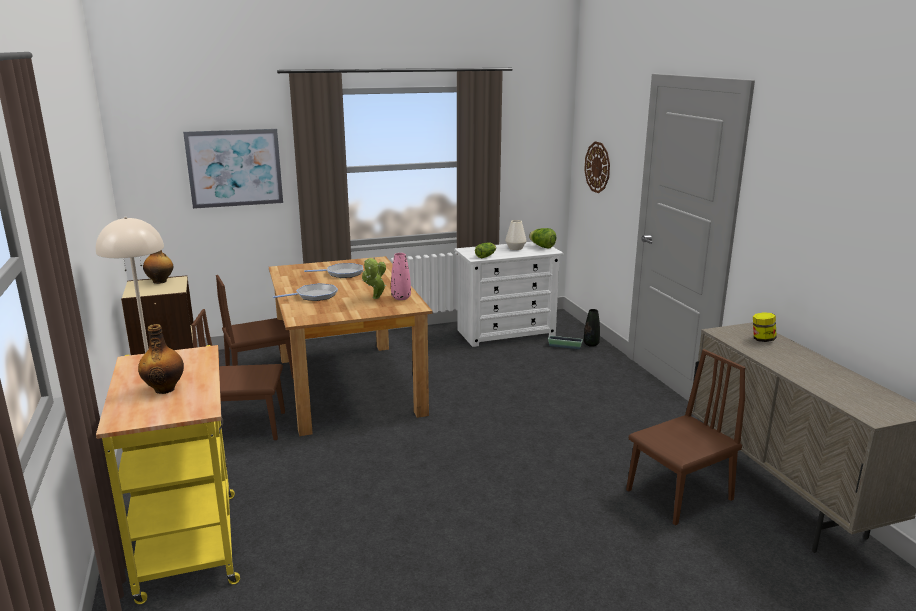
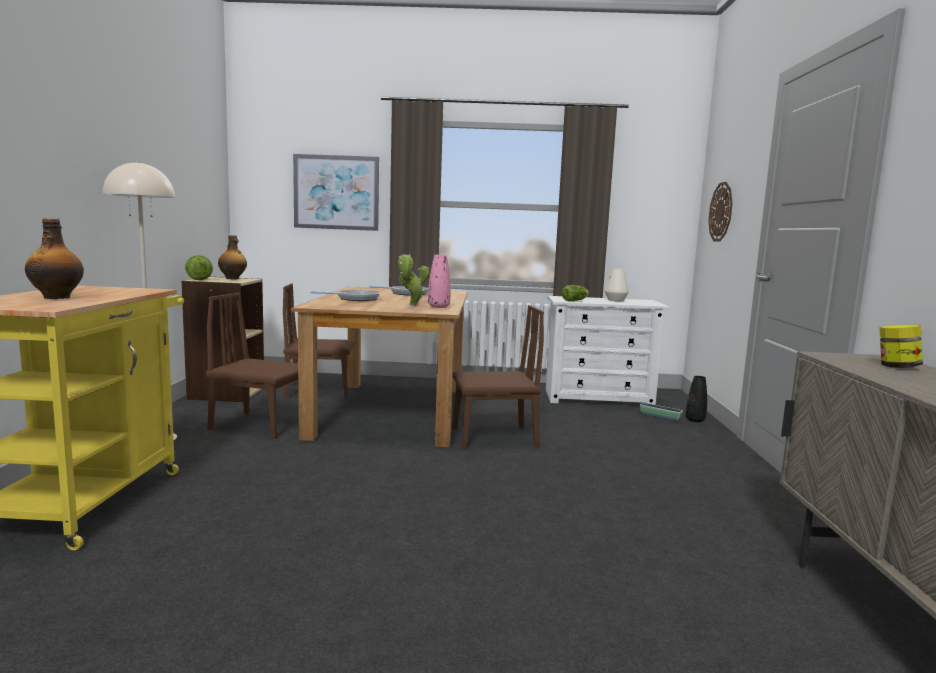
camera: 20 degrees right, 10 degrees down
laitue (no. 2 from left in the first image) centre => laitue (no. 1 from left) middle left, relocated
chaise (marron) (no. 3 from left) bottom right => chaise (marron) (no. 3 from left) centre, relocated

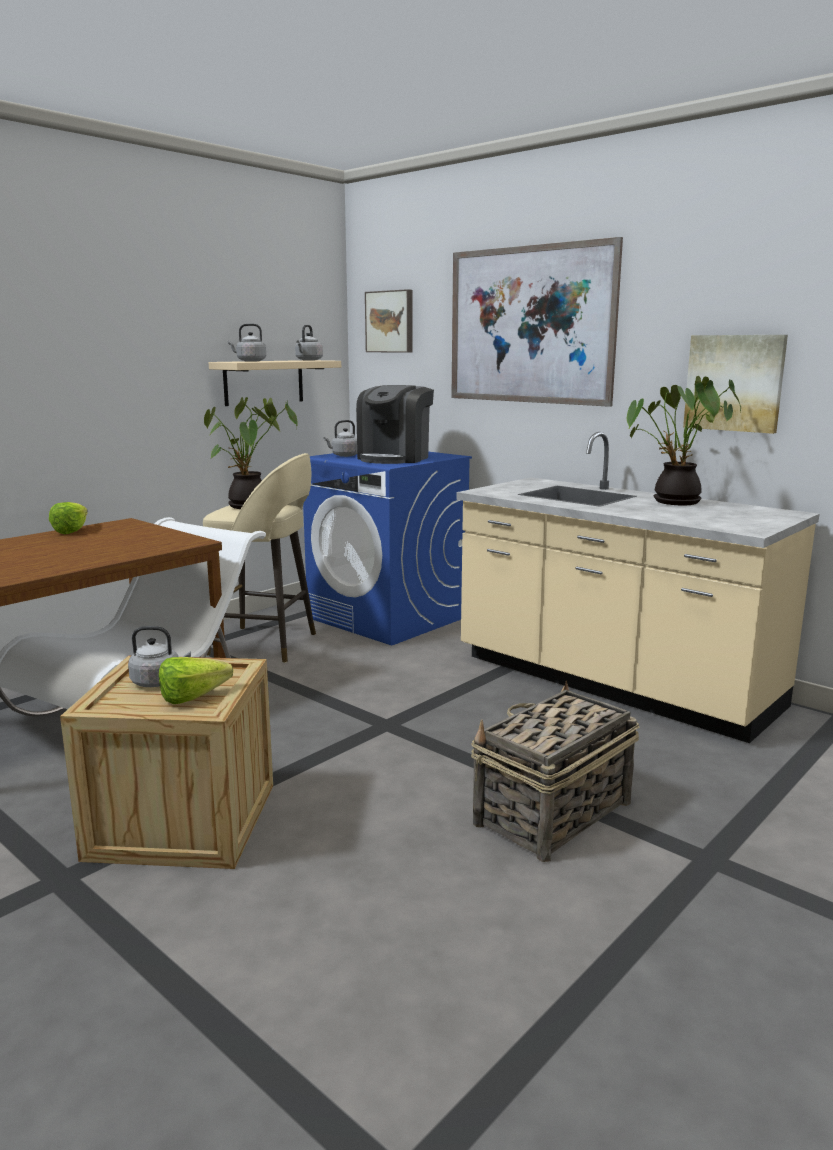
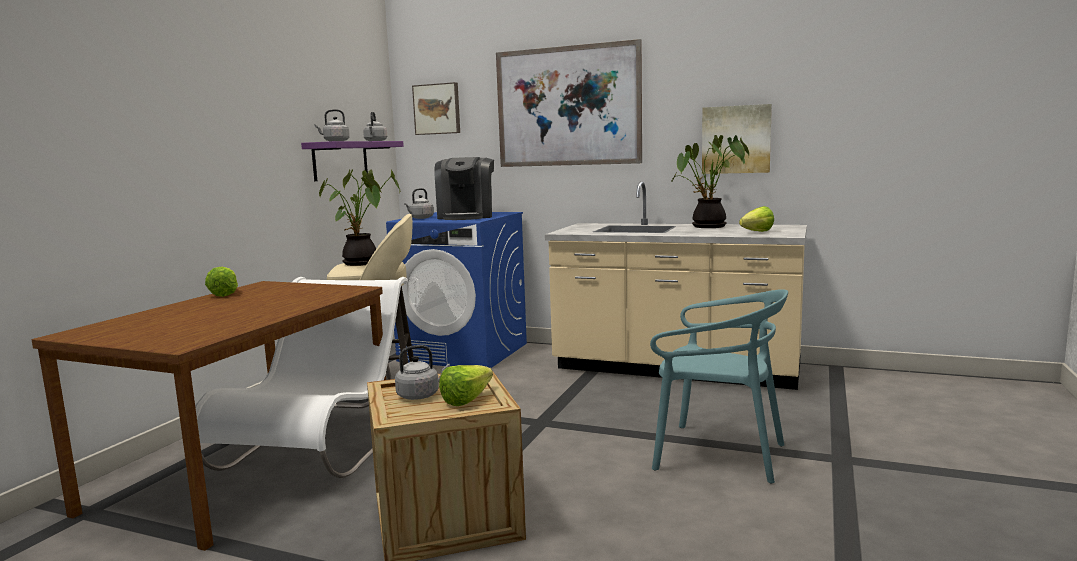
camera: 20 degrees left, 5 degrees down
étagère (beige) top left => étagère (violet) top left
panier bottom centre => chaise (turquoise) bottom right
nothing => laitue (no. 3 from left) middle right

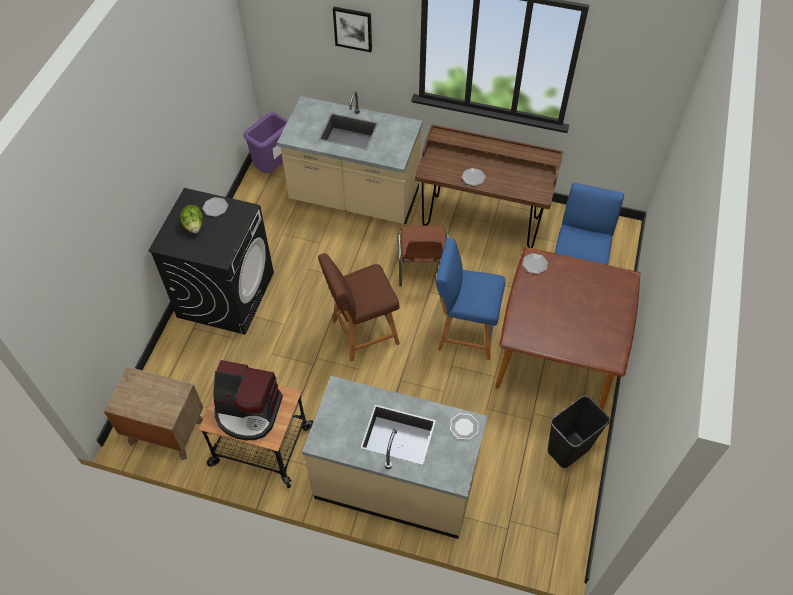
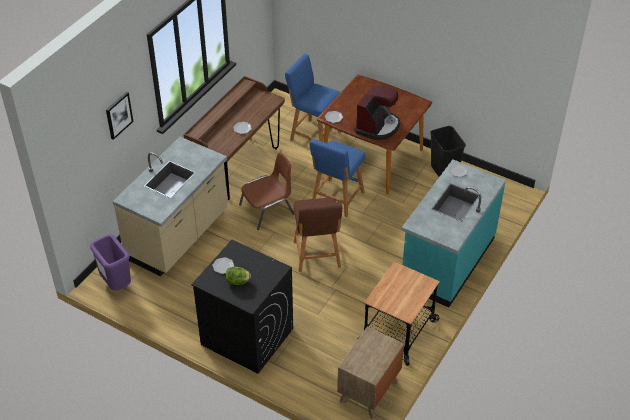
camera: 75 degrees left, 10 degrees down
machine à café bottom left => machine à café top centre, relocated
comptoir de cuisine (beige) (no. 2 from left) bottom centre => comptoir de cuisine (turquoise) middle right
chaise (marron) centre, 45 degrees counterclockwise

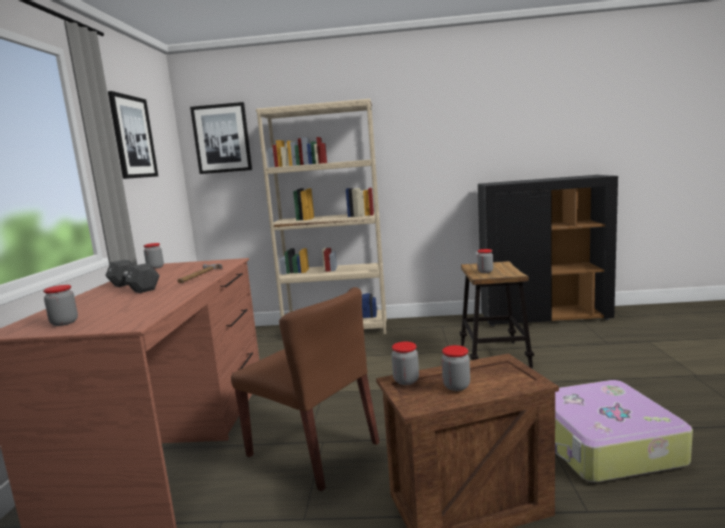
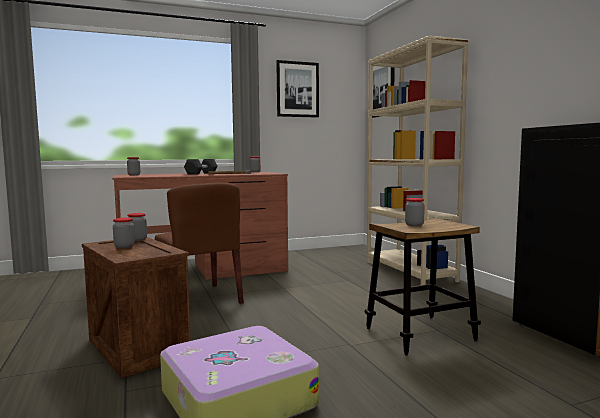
camera: 65 degrees right, 5 degrees down
chaise (marron) bottom centre => chaise (marron) middle left, 45 degrees counterclockwise

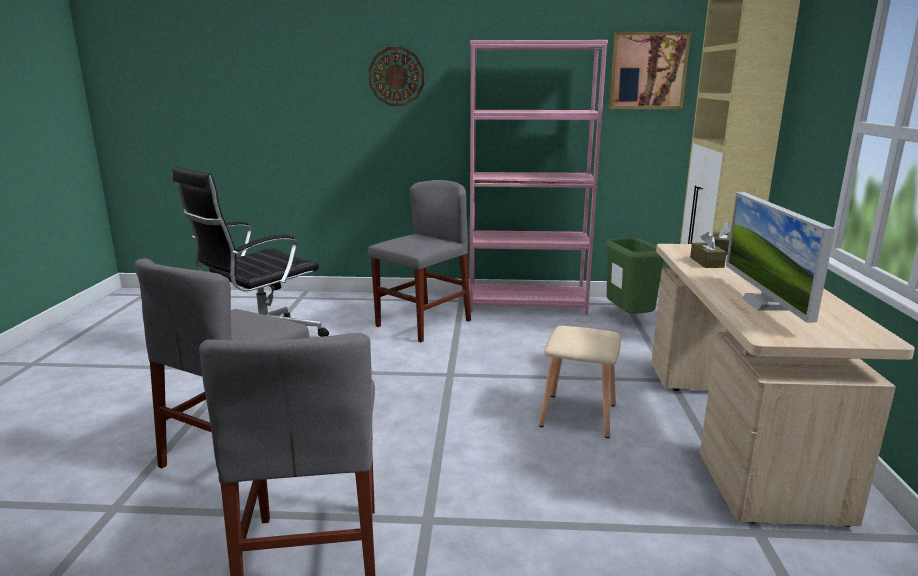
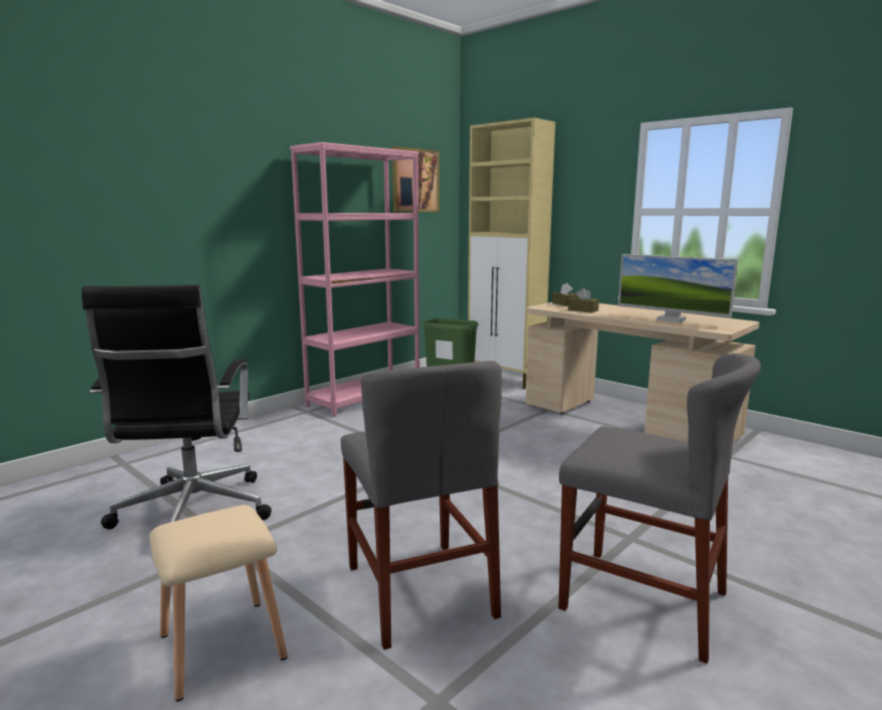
camera: 50 degrees left, 5 degrees down
horloge murale top centre => nothing
chaise (gris) (no. 3 from left) centre => nothing
tabouret (beige) centre => tabouret (beige) bottom left, relocated

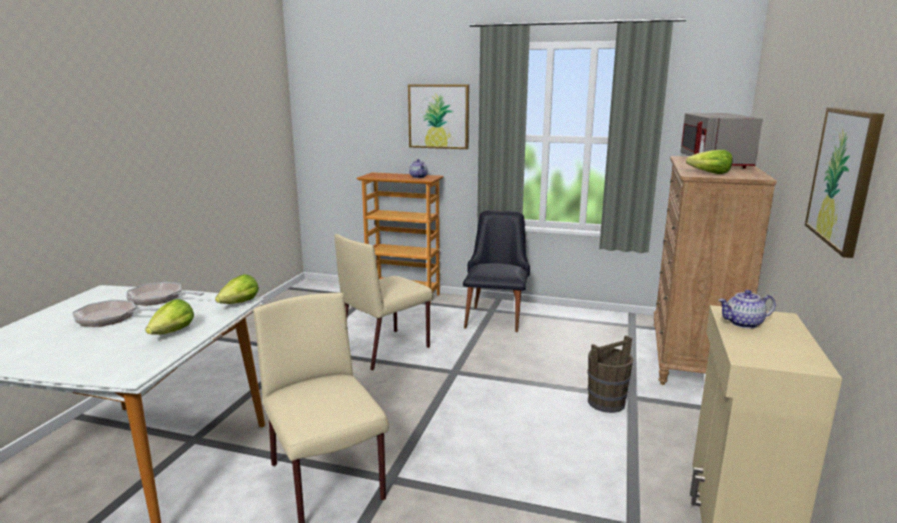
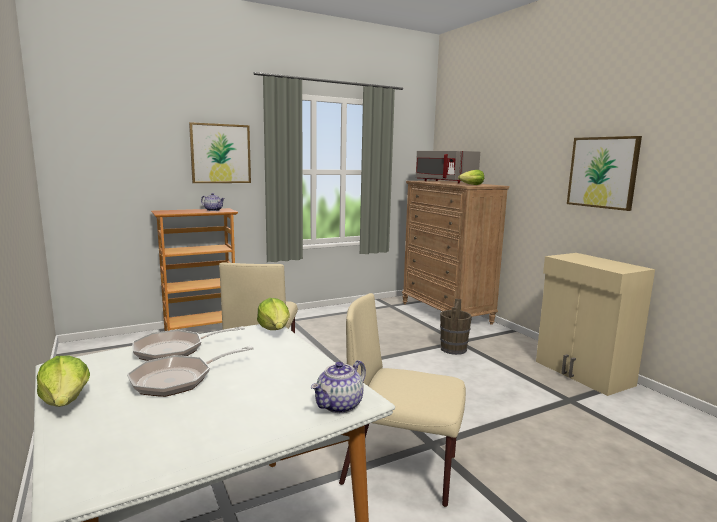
camera: 45 degrees left, 5 degrees down
laitue (no. 1 from left) middle left => laitue (no. 1 from left) bottom left, relocated
chaise (noir) centre => nothing
théière (no. 2 from left) middle right => théière (no. 2 from left) bottom centre, relocated

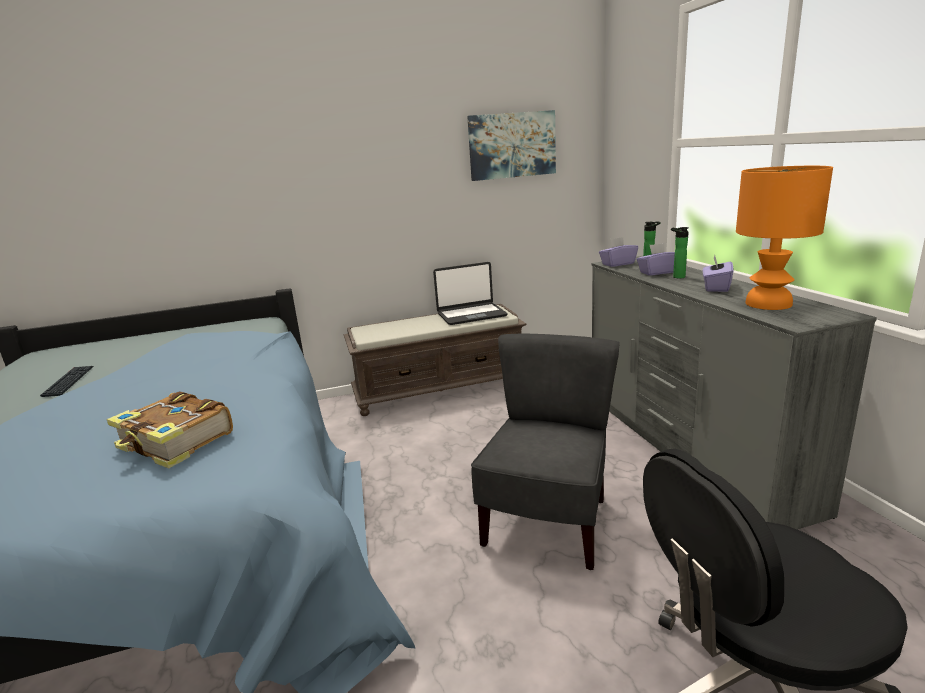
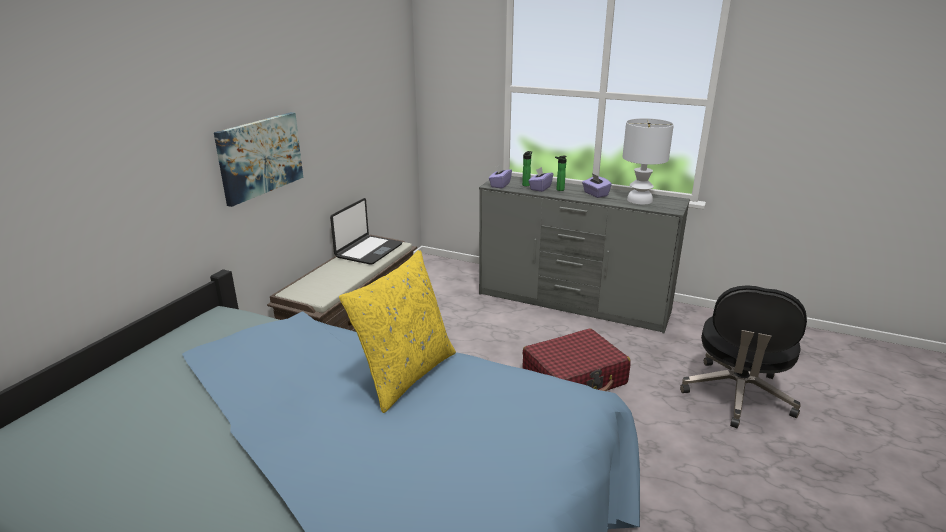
camera: 50 degrees left, 5 degrees up
clavier middle left => nothing
livre middle left => nothing
tableau top centre => tableau top left, relocated
chaise (gris) centre => valise (rouge) bottom centre
lampe de table (orange) middle right => lampe de table (blanc) top right
nothing => coussin (jaune) centre

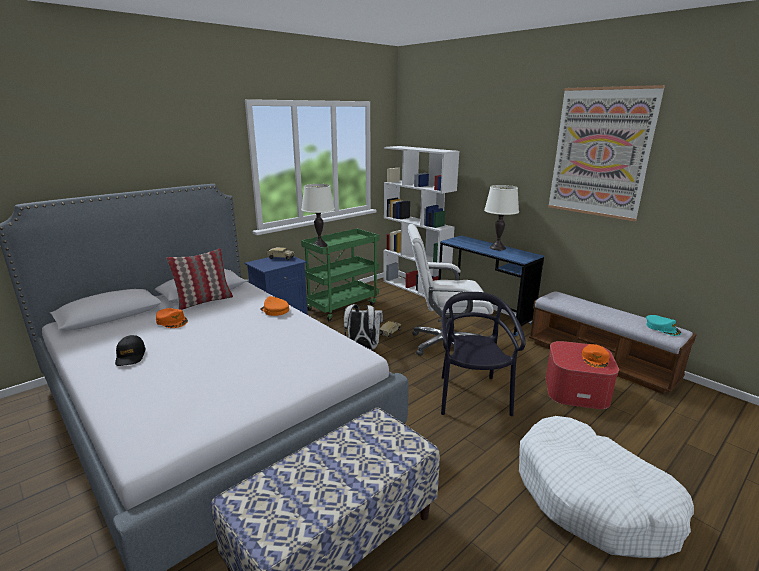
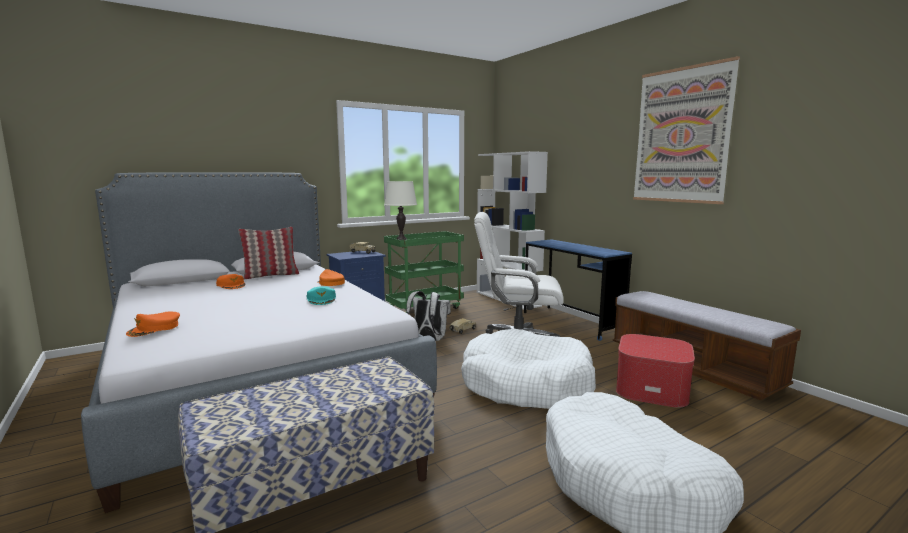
camera: 10 degrees right, 10 degrees down
casquette (noir) middle left => nothing
chaise (noir) centre => panier pour chien (blanc) (no. 1 from left) bottom centre
lampe de table (blanc) (no. 2 from left) centre => nothing
casquette (orange) (no. 3 from left in the first image) middle right => casquette (orange) (no. 1 from left) middle left, relocated
casquette (turquoise) middle right => casquette (turquoise) centre, relocated

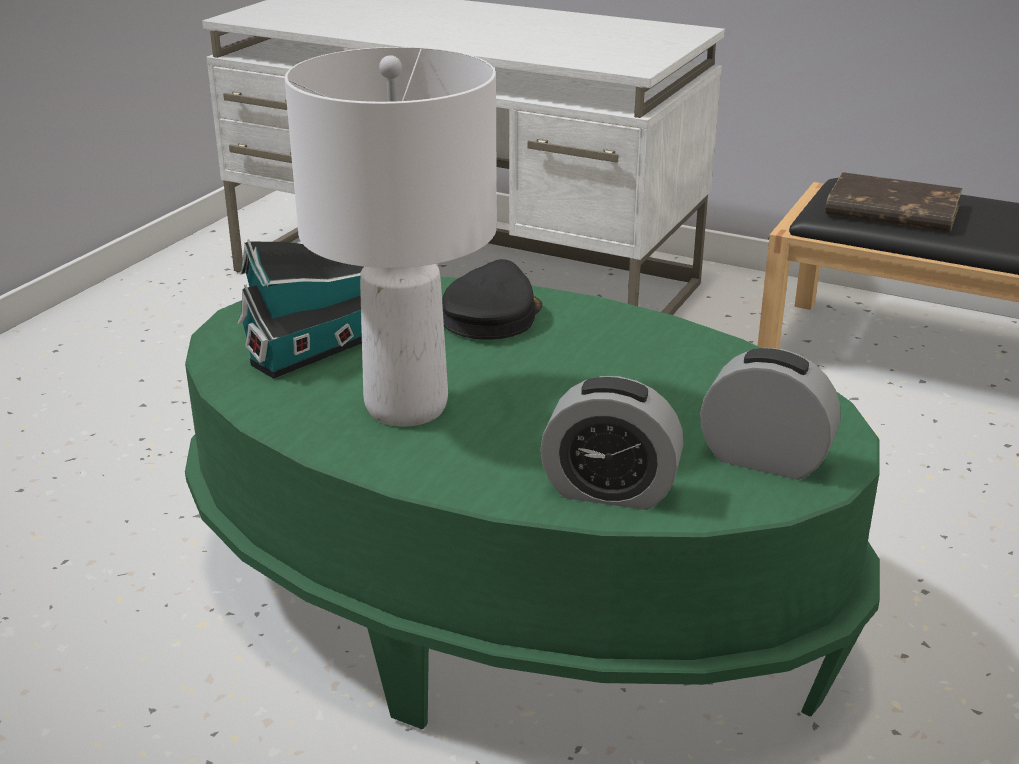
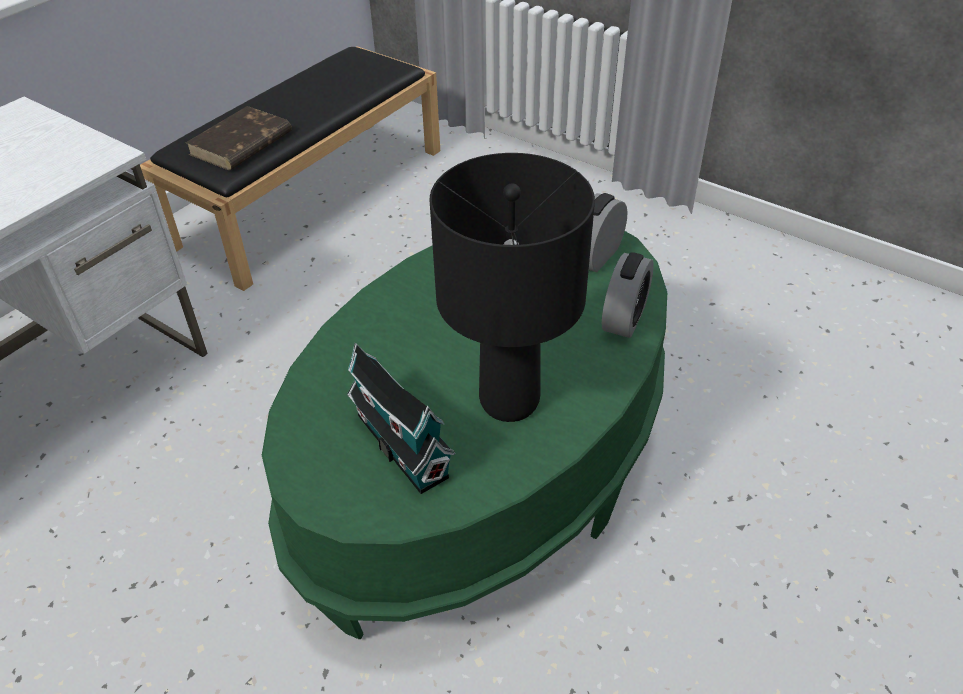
camera: 80 degrees left, 15 degrees up
lampe de table (blanc) top centre => lampe de table (noir) centre
casquette (noir) centre => nothing

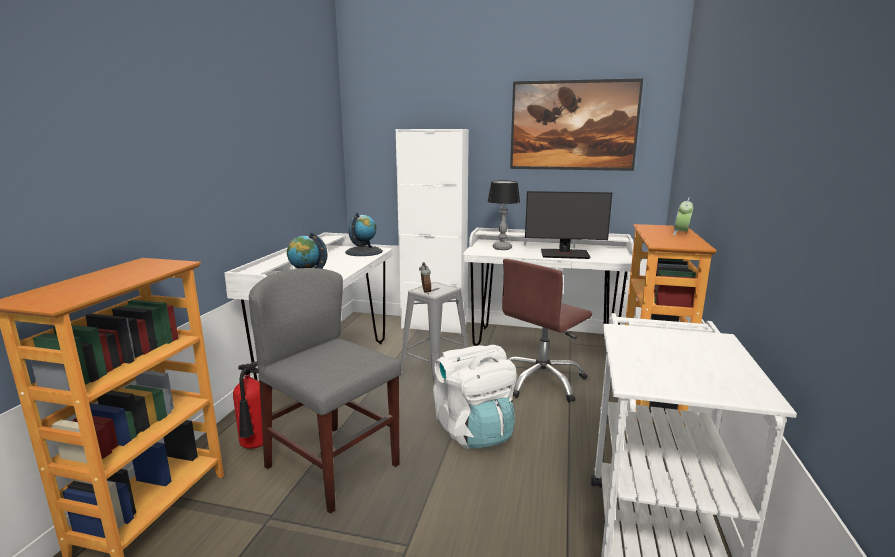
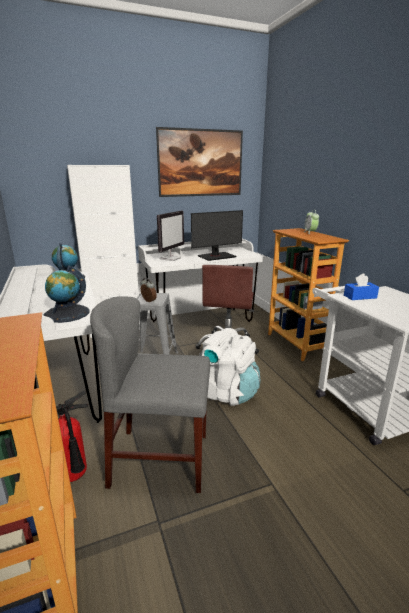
camera: 35 degrees left, 5 degrees up
lampe de table centre => écran d'ordinateur (no. 1 from left) centre
nothing => boîte à mouchoirs (bleu) middle right

